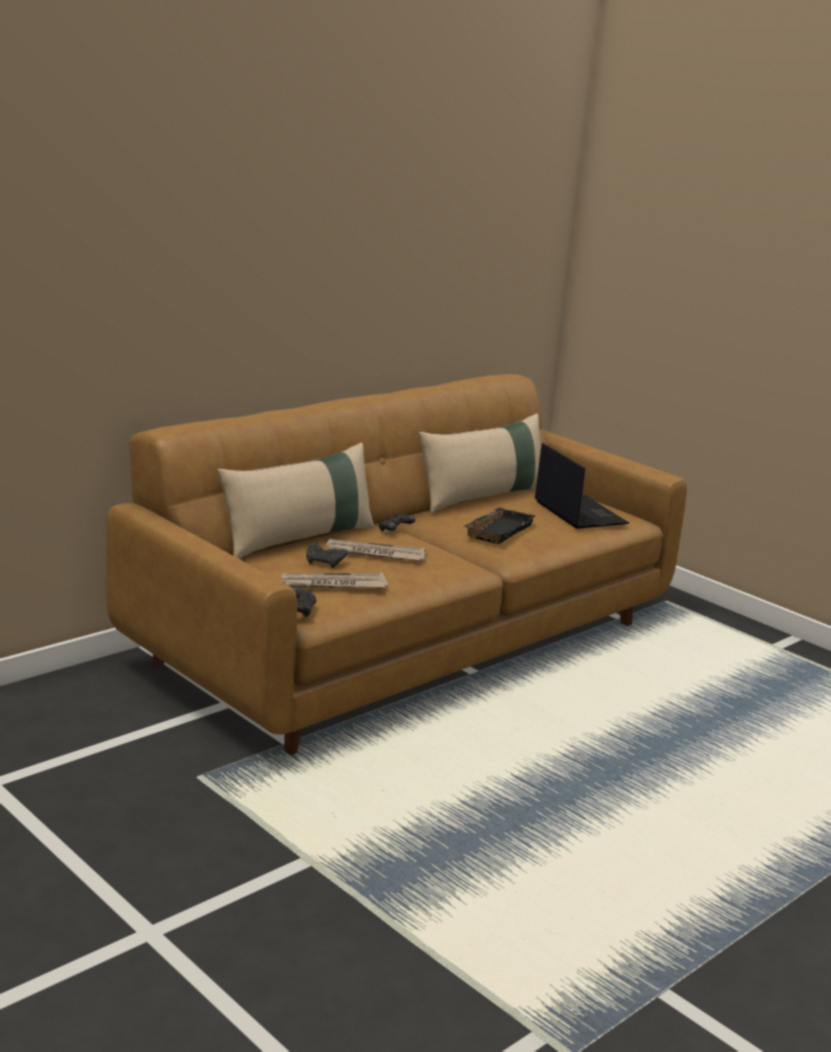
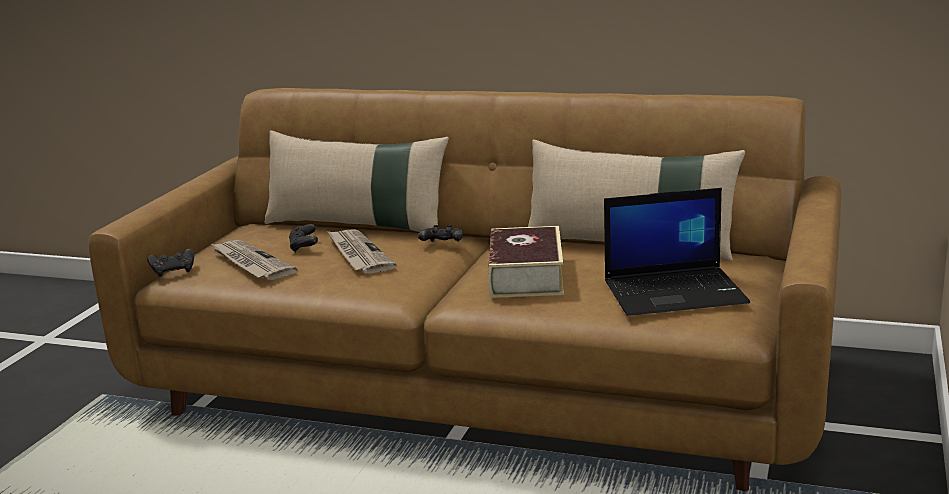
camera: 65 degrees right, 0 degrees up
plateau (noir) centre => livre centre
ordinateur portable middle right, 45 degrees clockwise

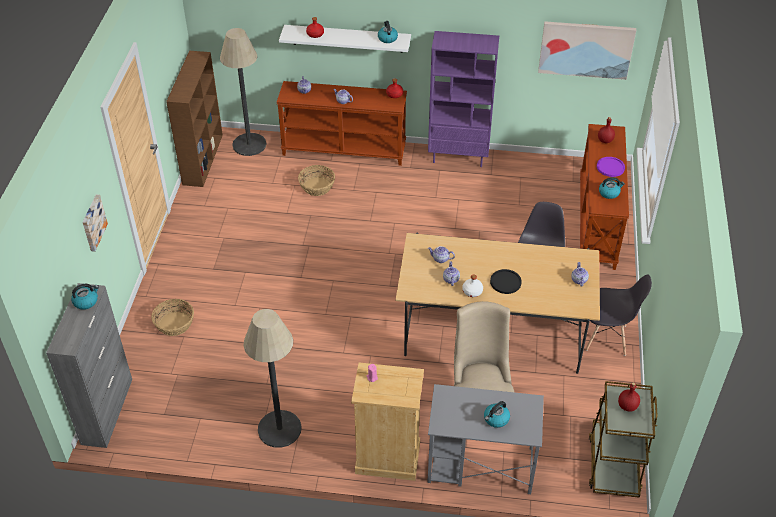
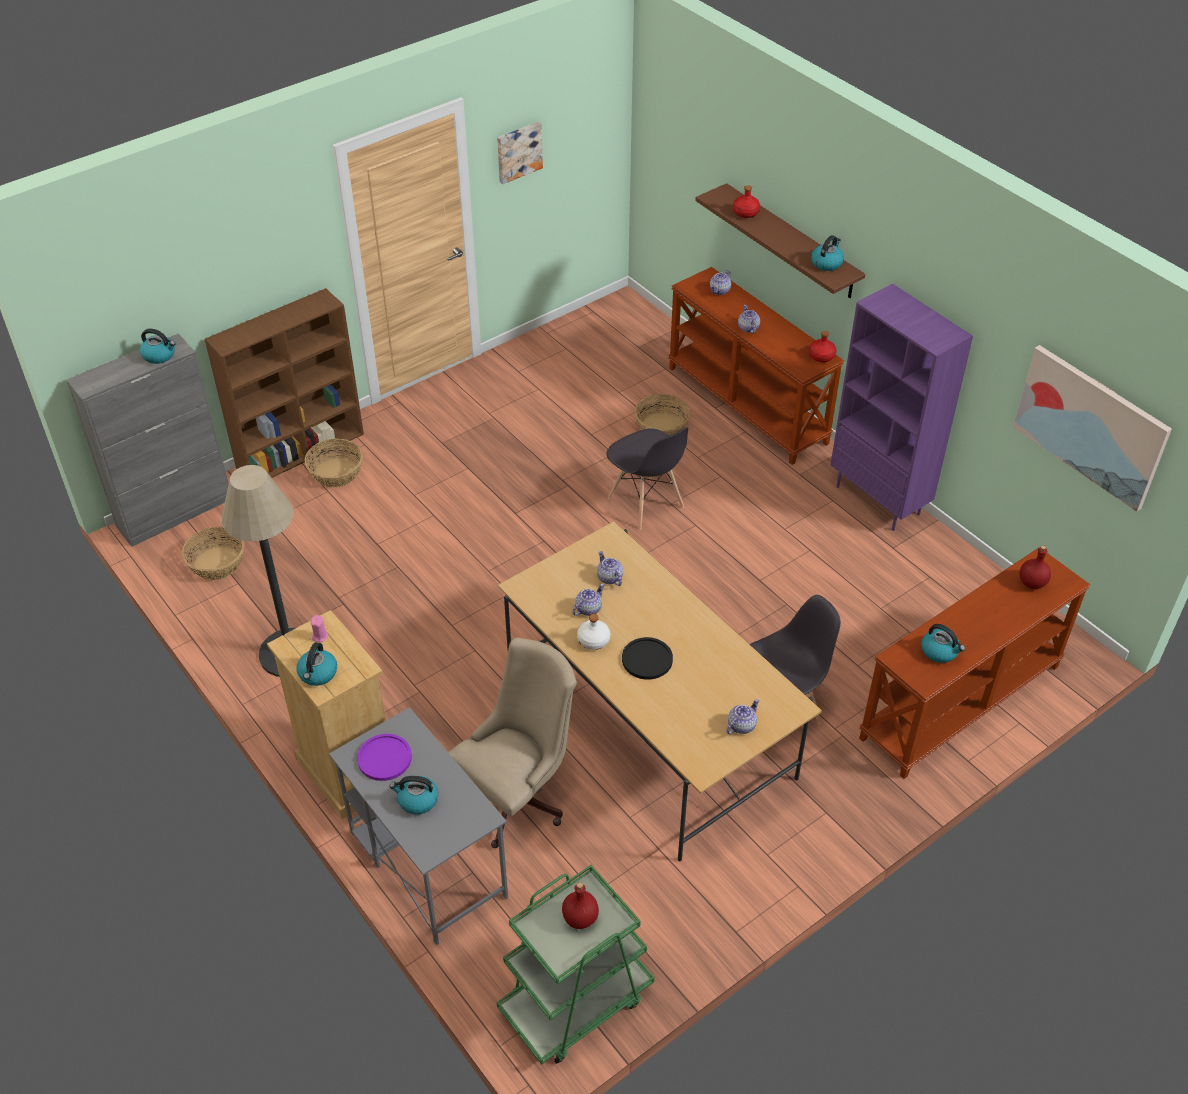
camera: 45 degrees right, 0 degrees up
tableau (no. 1 from left) middle left => tableau (no. 1 from left) top centre, relocated
bibliothèque (marron) top left => bibliothèque (marron) middle left, relocated
lampadaire (no. 1 from left) top left => nothing
étagère (blanc) top centre => étagère (marron) top centre
chaise (gris) (no. 2 from left in the first image) middle right => chaise (gris) (no. 1 from left) centre, relocated
chariot (marron) bottom right => chariot (vert) bottom centre
assiette (violet) top right => assiette (violet) bottom left, relocated
nothing => panier (no. 1 from left) middle left
nothing => bouilloire (no. 2 from left) middle left

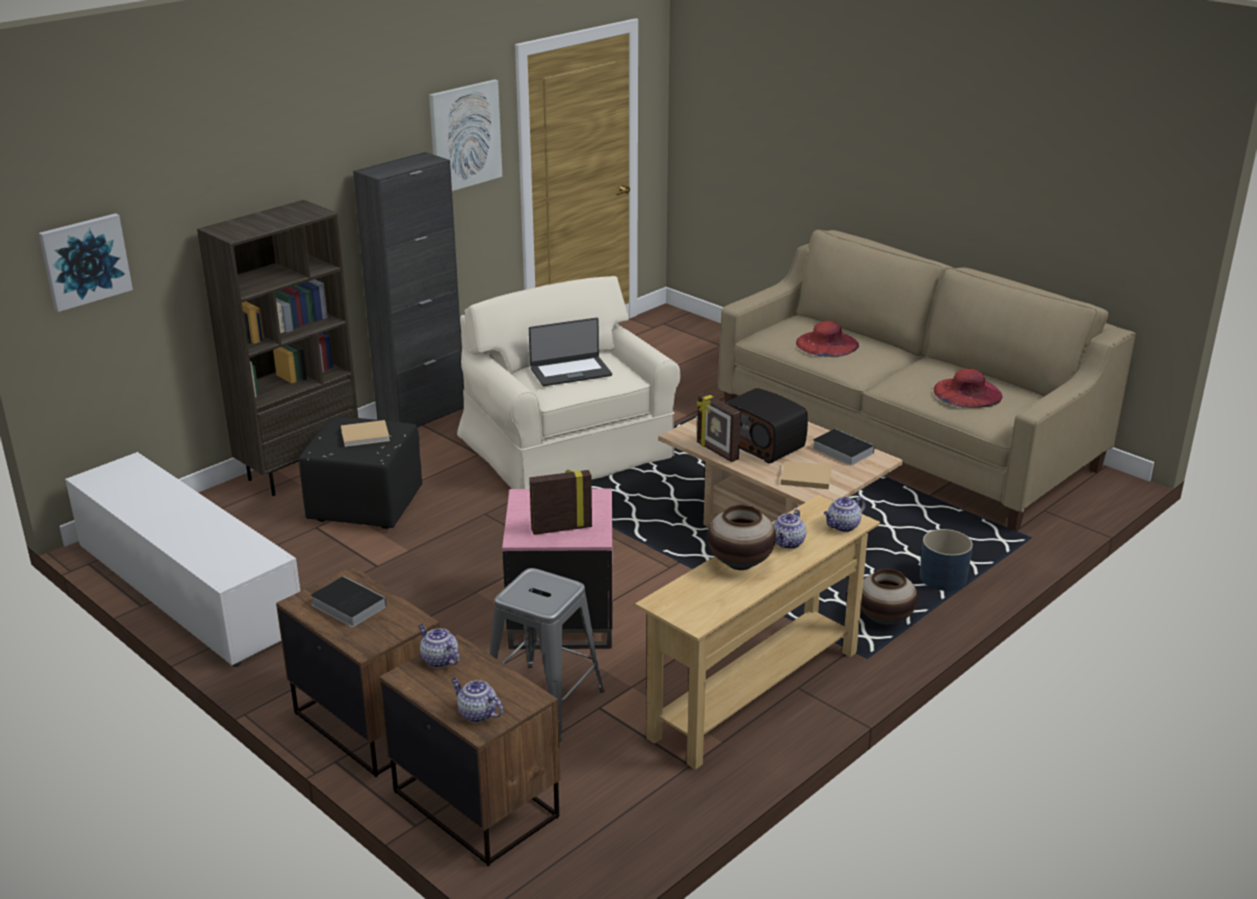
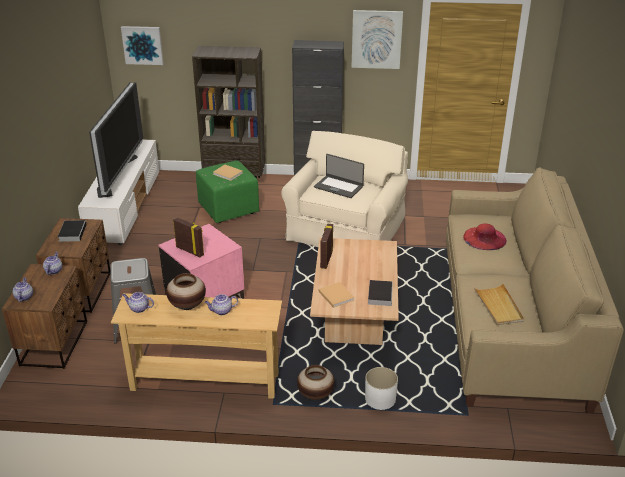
camera: 50 degrees right, 5 degrees up
pouf (noir) middle left => pouf (vert) centre
radio centre => nothing
théière (no. 4 from left in the first image) middle right => théière (no. 3 from left) middle left, relocated
cache-pot (bleu) middle right => cache-pot (blanc) bottom centre
chapeau (rouge) (no. 2 from left) middle right => plateau (beige) middle right
nothing => téléviseur top left

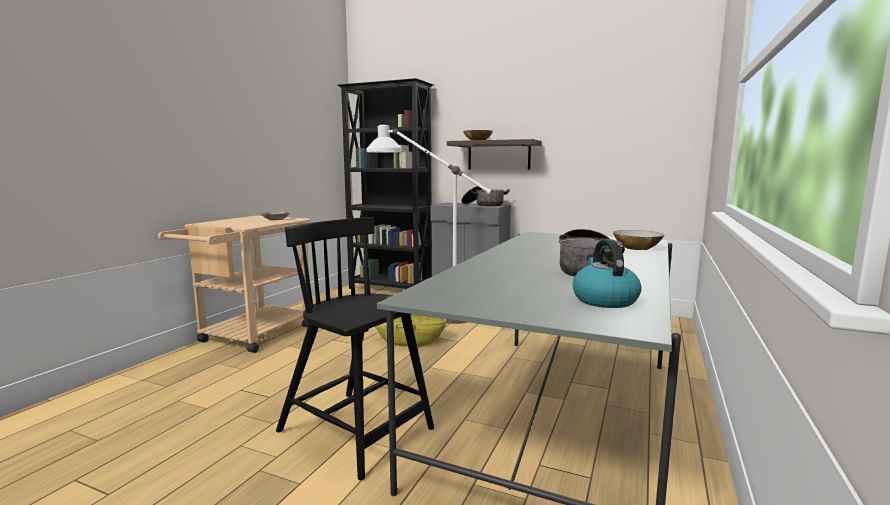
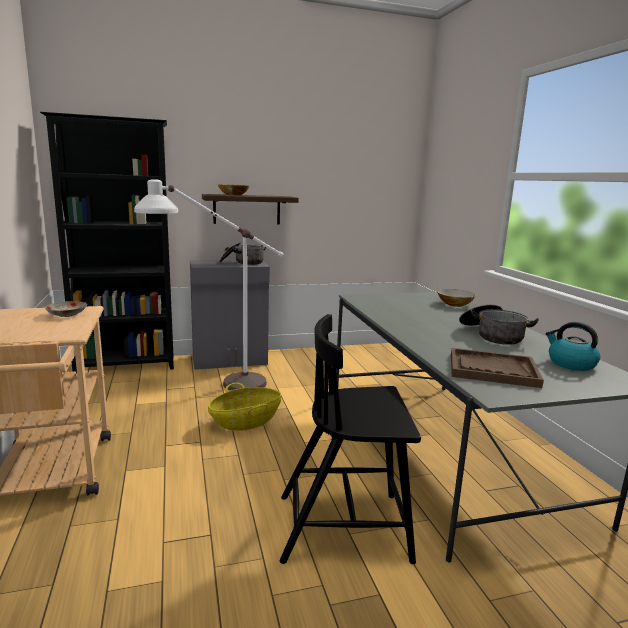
camera: 40 degrees left, 5 degrees up
nothing => plateau (marron) middle right

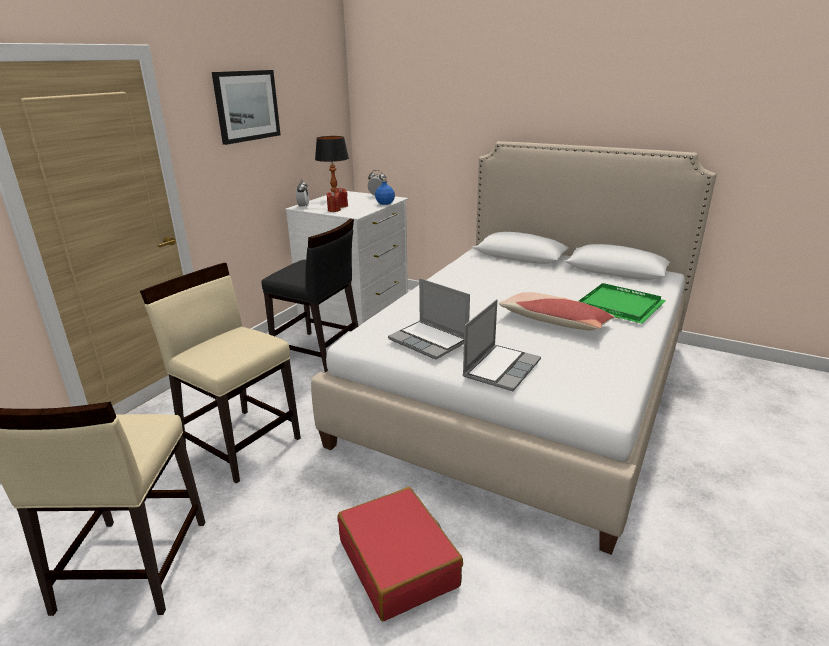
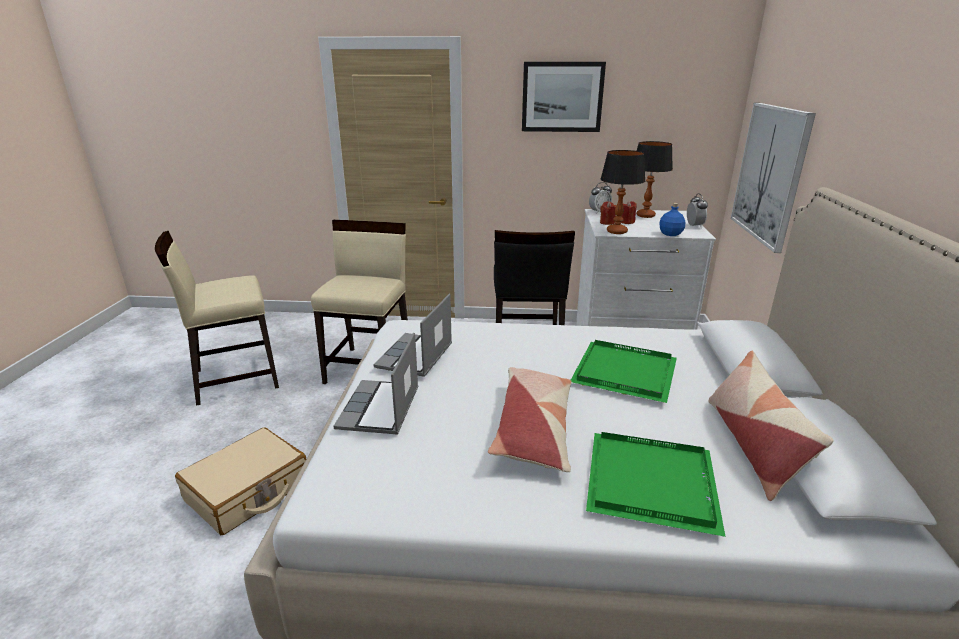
camera: 65 degrees right, 0 degrees up
valise (rouge) bottom centre => valise (beige) bottom left
ordinateur portable (no. 2 from left in the first image) centre => ordinateur portable (no. 1 from left) centre, 90 degrees clockwise
nothing => plateau (vert) (no. 1 from left) centre
nothing => lampe de table (no. 1 from left) top centre
nothing => coussin (no. 2 from left) bottom right
nothing => tableau (no. 2 from left) top right

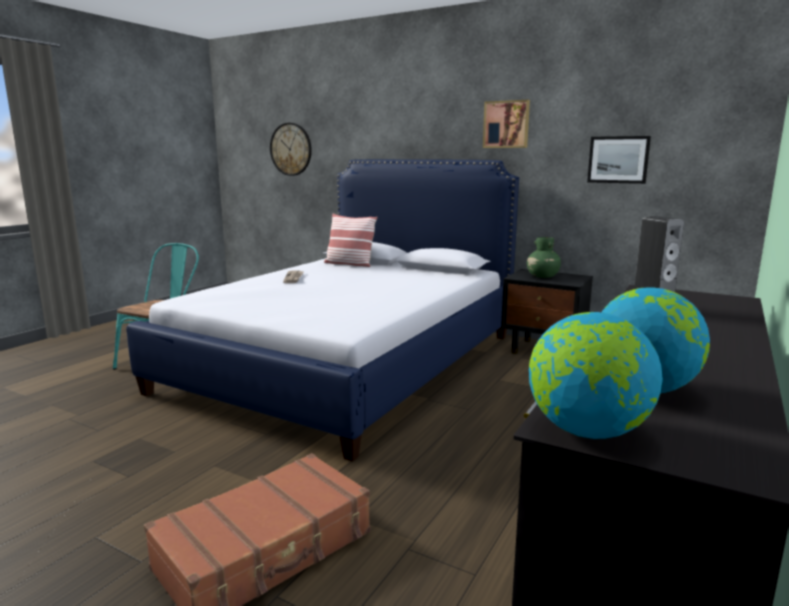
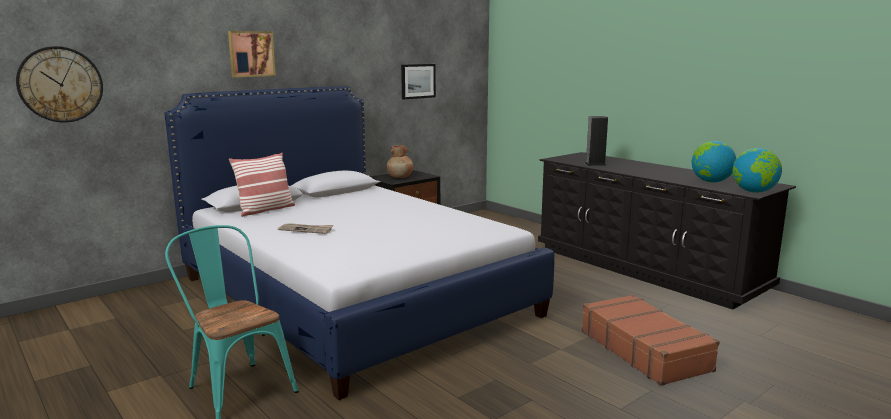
camera: 70 degrees left, 0 degrees up
tableau (no. 1 from left) top centre => tableau (no. 1 from left) top left, relocated
vase (vert) middle right => vase (marron) centre

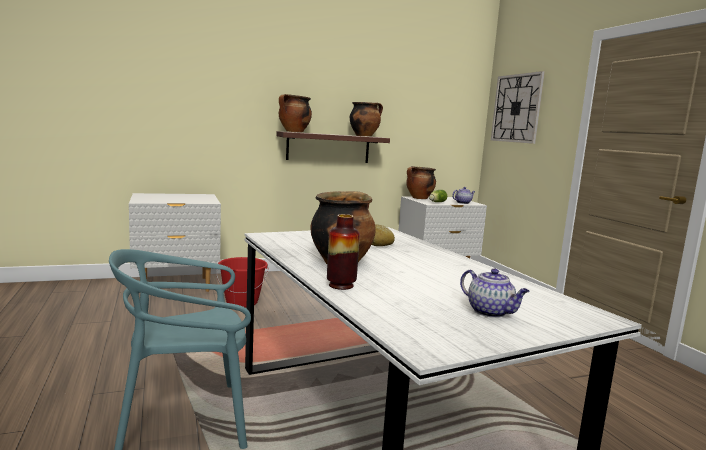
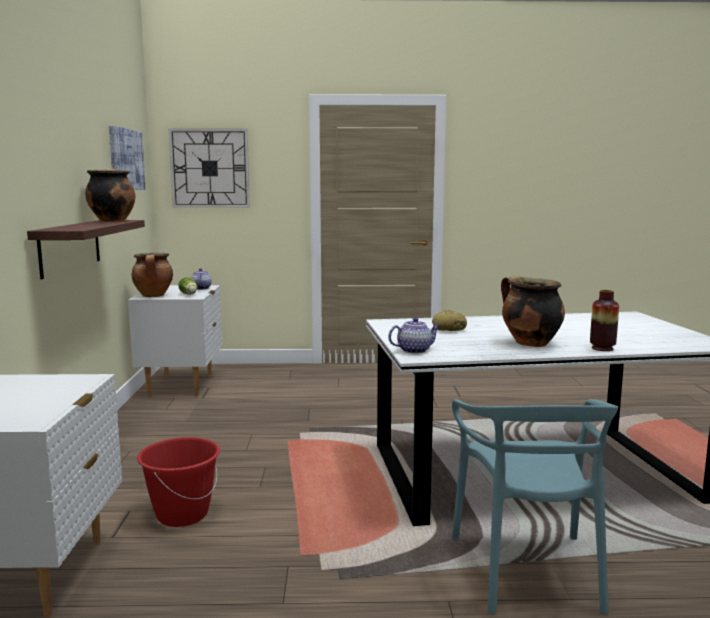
camera: 70 degrees left, 0 degrees up
marmite (no. 1 from left) top centre => nothing
théière (no. 2 from left) middle right => théière (no. 2 from left) centre, relocated
nothing => tableau top left

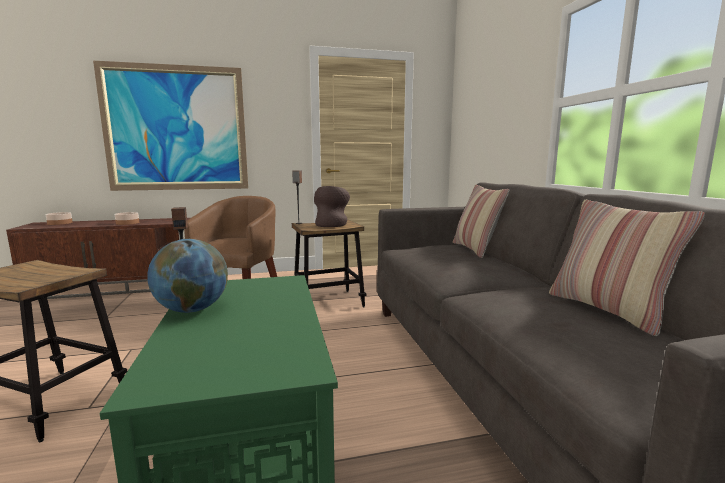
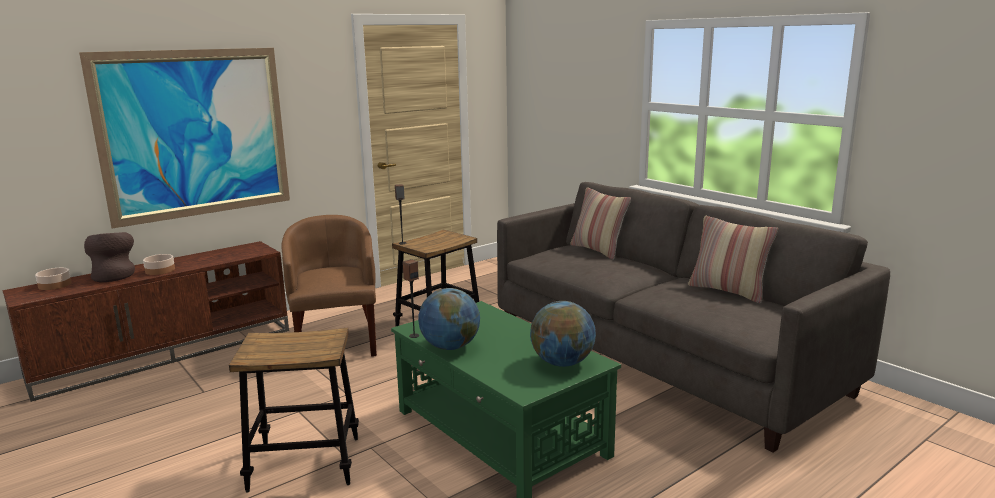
camera: 25 degrees left, 5 degrees up
vase (marron) centre => vase (marron) middle left, relocated
nothing => globe (no. 2 from left) bottom centre

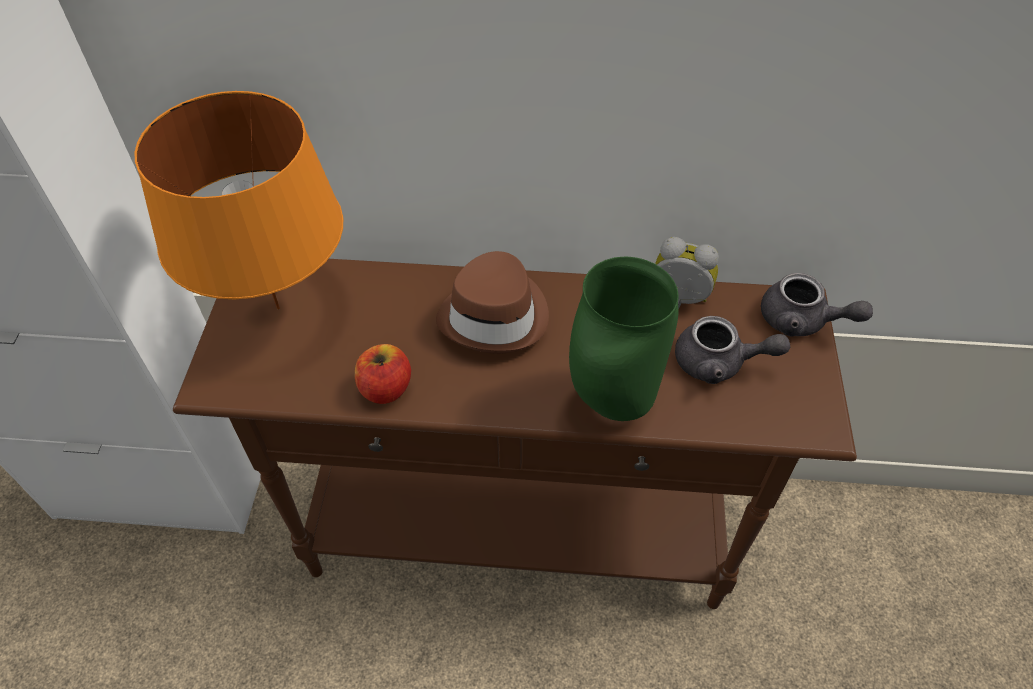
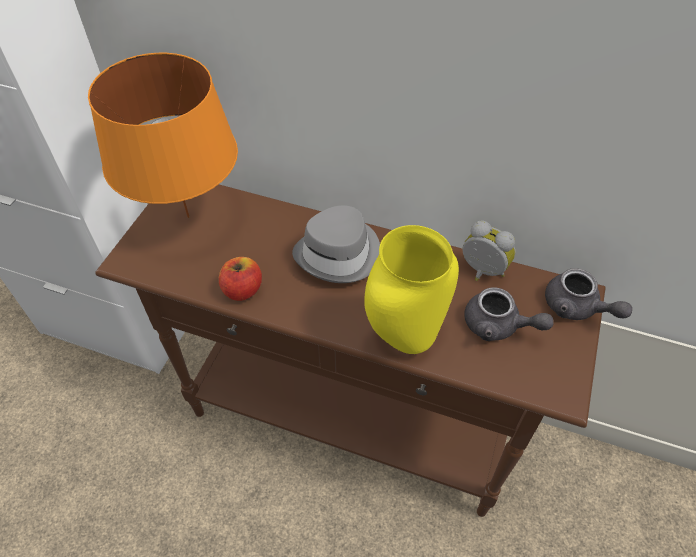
camera: 15 degrees right, 0 degrees up
chapeau (marron) centre => chapeau (gris) centre
vase (vert) centre => vase (jaune) centre

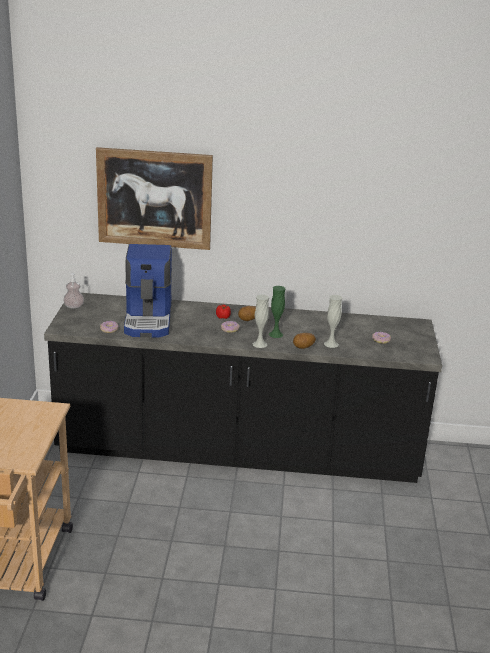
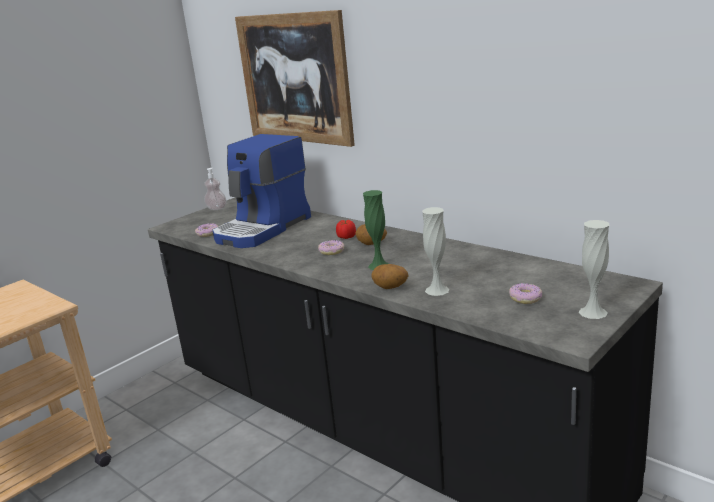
camera: 40 degrees right, 5 degrees down
vase (blanc) (no. 1 from left in the first image) centre => vase (blanc) (no. 2 from left) middle right, relocated

